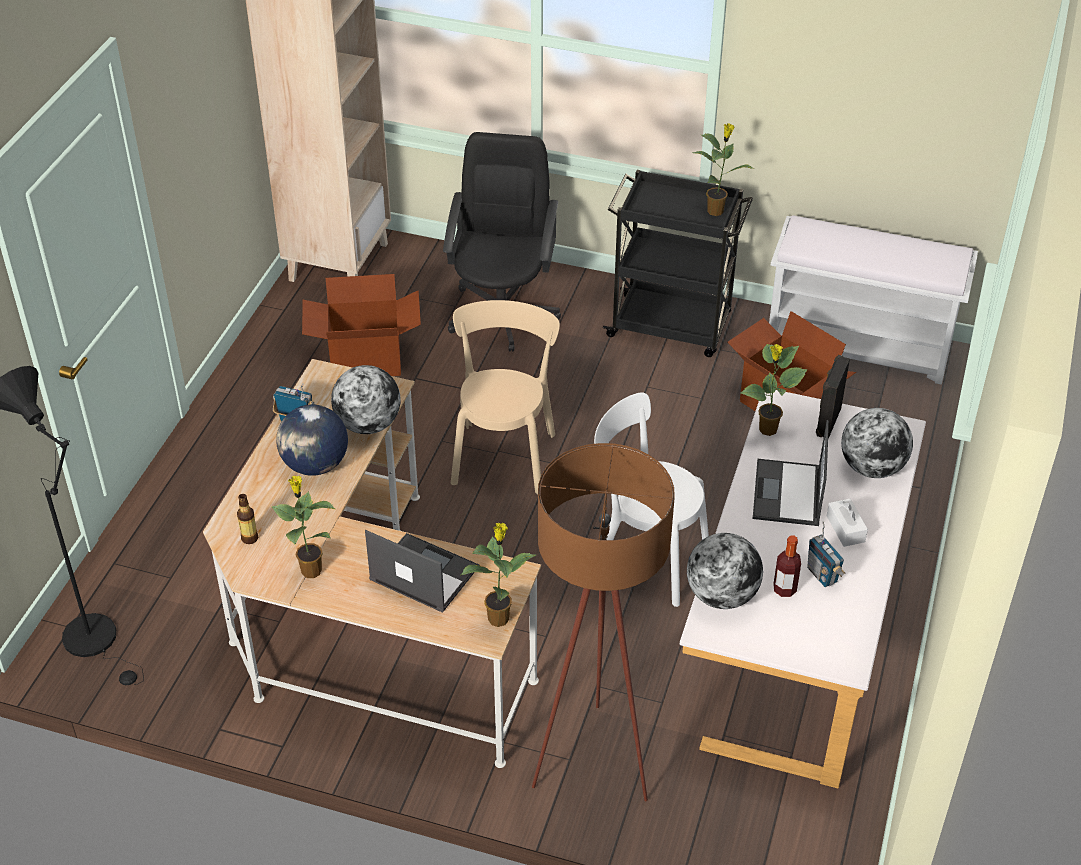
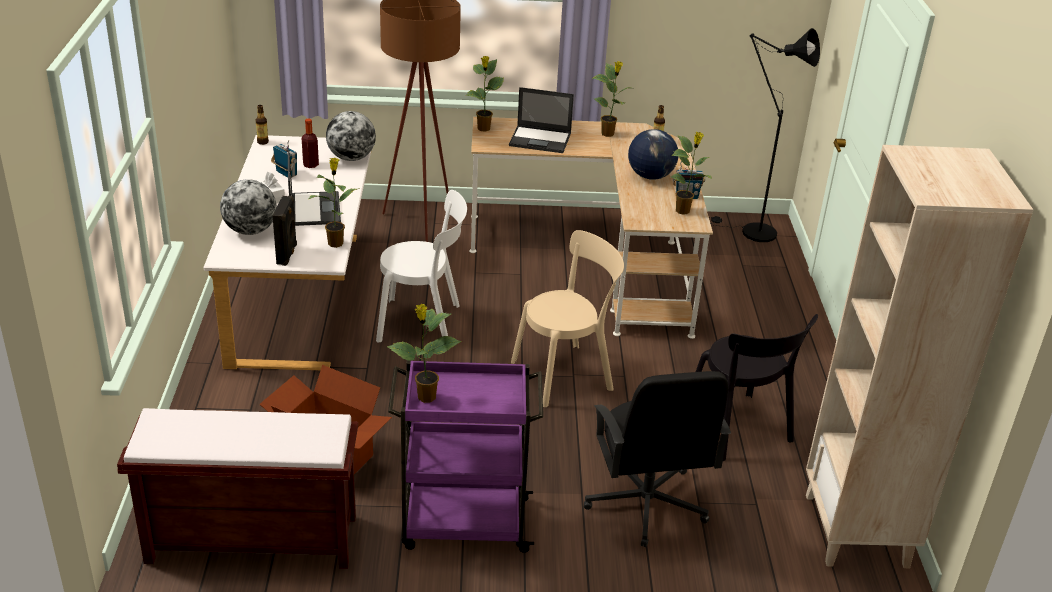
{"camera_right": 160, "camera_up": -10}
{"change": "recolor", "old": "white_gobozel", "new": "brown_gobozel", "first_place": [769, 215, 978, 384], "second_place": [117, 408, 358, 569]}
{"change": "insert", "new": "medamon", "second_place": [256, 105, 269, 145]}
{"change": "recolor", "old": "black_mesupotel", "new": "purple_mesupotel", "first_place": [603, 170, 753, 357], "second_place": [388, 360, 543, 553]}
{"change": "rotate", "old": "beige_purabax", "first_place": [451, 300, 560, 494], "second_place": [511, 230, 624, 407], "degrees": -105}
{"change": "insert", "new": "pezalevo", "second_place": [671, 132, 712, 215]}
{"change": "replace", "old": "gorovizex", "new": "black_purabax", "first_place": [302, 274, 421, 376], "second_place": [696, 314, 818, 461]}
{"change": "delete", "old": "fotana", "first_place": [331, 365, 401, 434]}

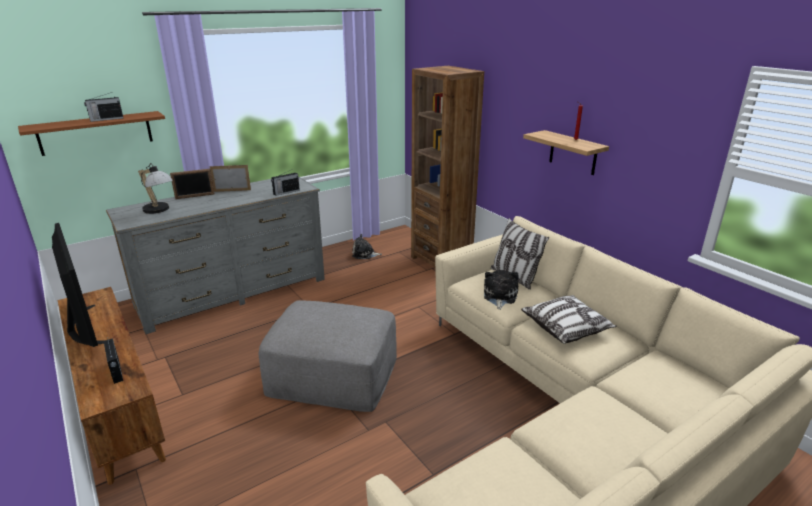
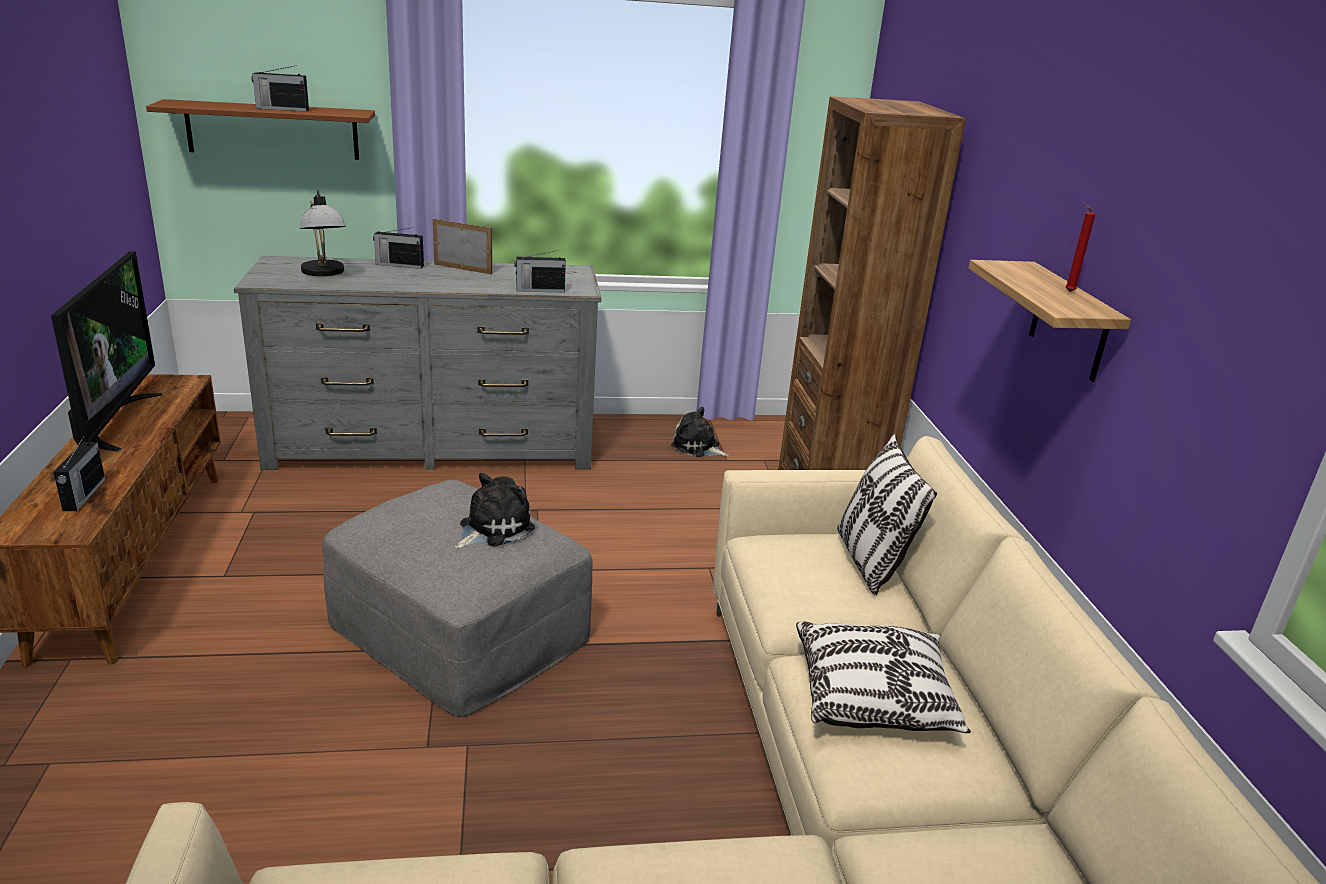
{"camera_right": 25, "camera_up": 0}
{"change": "replace", "old": "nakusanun", "new": "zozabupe", "first_place": [170, 169, 215, 199], "second_place": [373, 227, 424, 269]}
{"change": "move", "old": "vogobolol", "first_place": [484, 270, 519, 310], "second_place": [455, 473, 535, 549]}

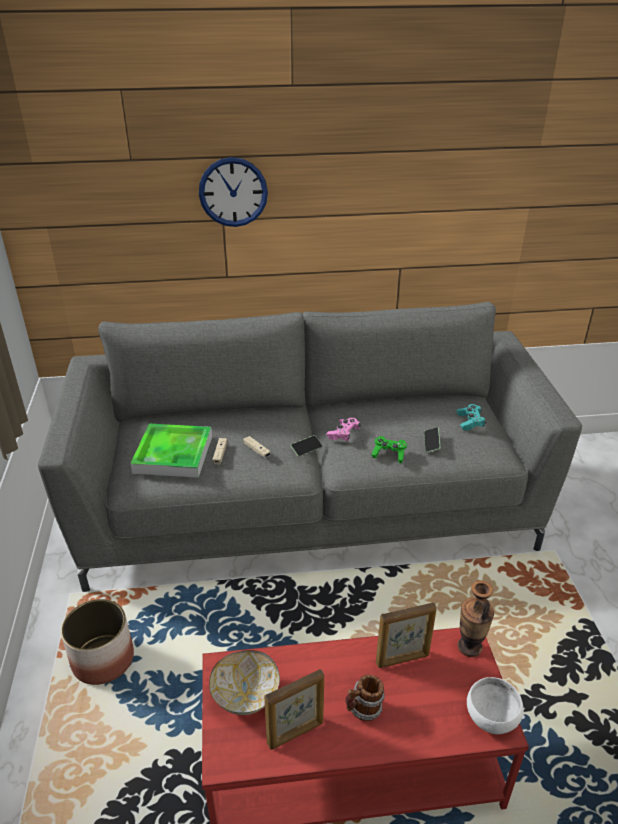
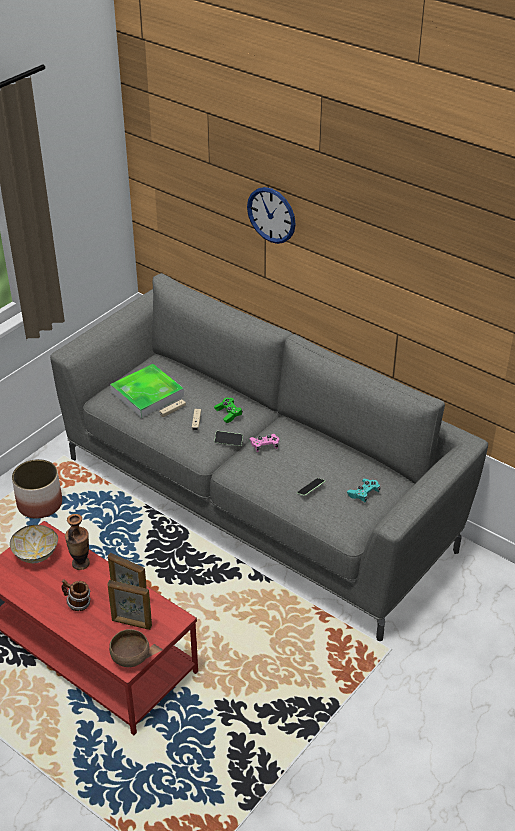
{"camera_right": 45, "camera_up": 5}
{"change": "move", "old": "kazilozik", "first_place": [457, 581, 494, 657], "second_place": [65, 514, 90, 570]}
{"change": "move", "old": "nakusanun", "first_place": [264, 669, 324, 750], "second_place": [107, 580, 152, 630]}
{"change": "recolor", "old": "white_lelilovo", "new": "brown_lelilovo", "first_place": [467, 677, 524, 734], "second_place": [109, 629, 149, 667]}
{"change": "move", "old": "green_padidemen", "first_place": [372, 436, 407, 463], "second_place": [214, 398, 243, 423]}

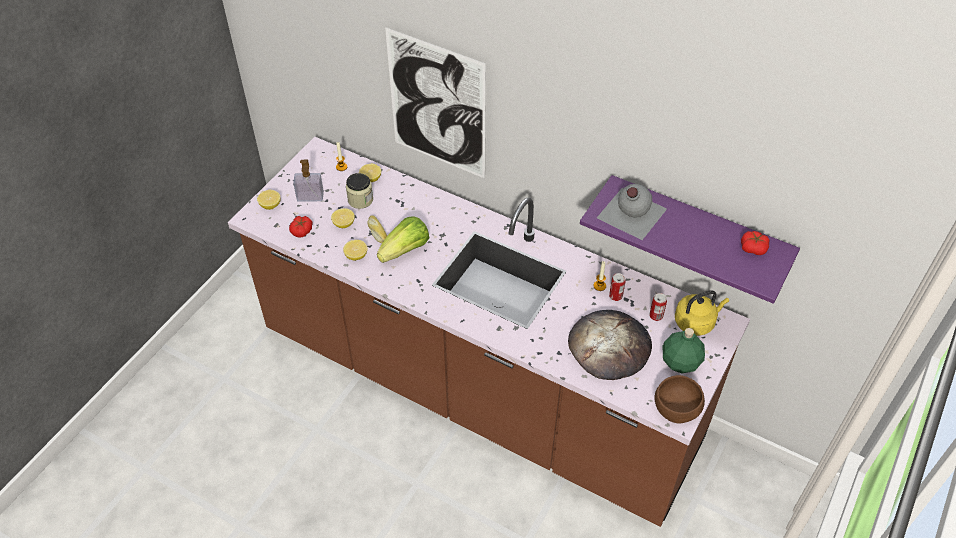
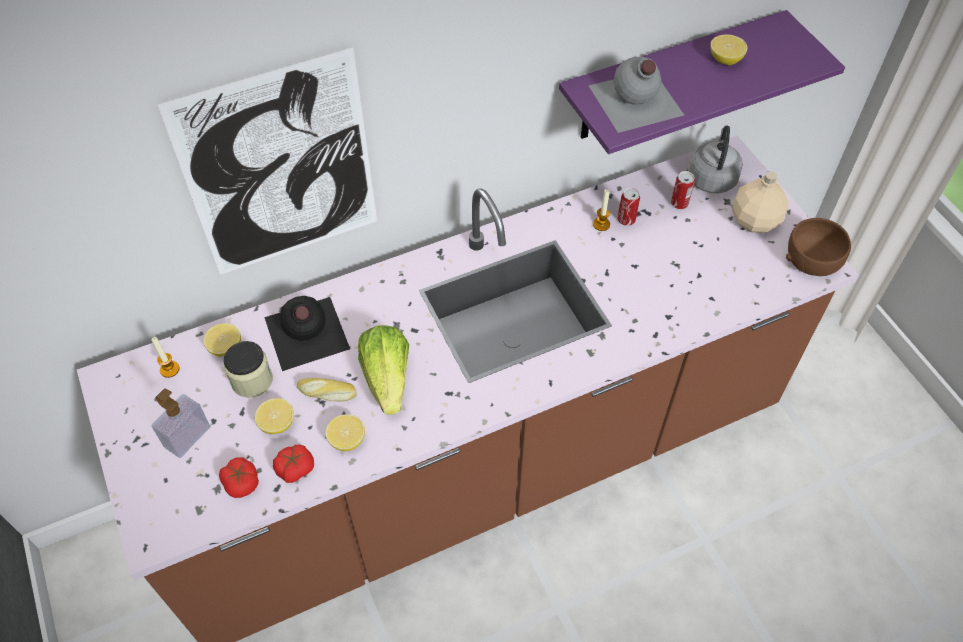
{"camera_right": -55, "camera_up": 5}
{"change": "insert", "new": "black_medamon", "second_place": [264, 296, 350, 371]}
{"change": "move", "old": "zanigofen", "first_place": [741, 231, 770, 255], "second_place": [273, 444, 314, 483]}
{"change": "recolor", "old": "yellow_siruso", "new": "grey_siruso", "first_place": [675, 290, 729, 336], "second_place": [688, 126, 743, 193]}
{"change": "move", "old": "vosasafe", "first_place": [257, 190, 281, 210], "second_place": [710, 34, 748, 65]}
{"change": "recolor", "old": "green_medamon", "new": "beige_medamon", "first_place": [663, 328, 705, 373], "second_place": [732, 171, 789, 233]}
{"change": "delete", "old": "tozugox", "first_place": [568, 310, 652, 380]}

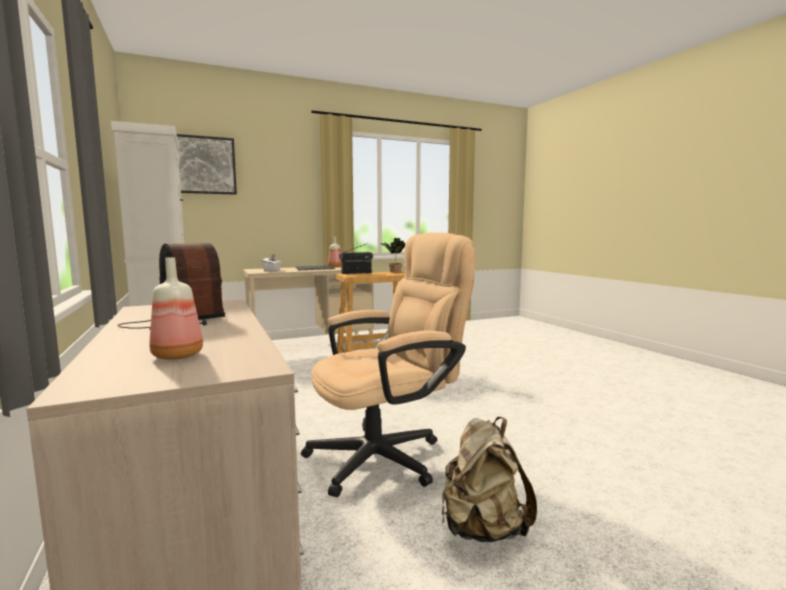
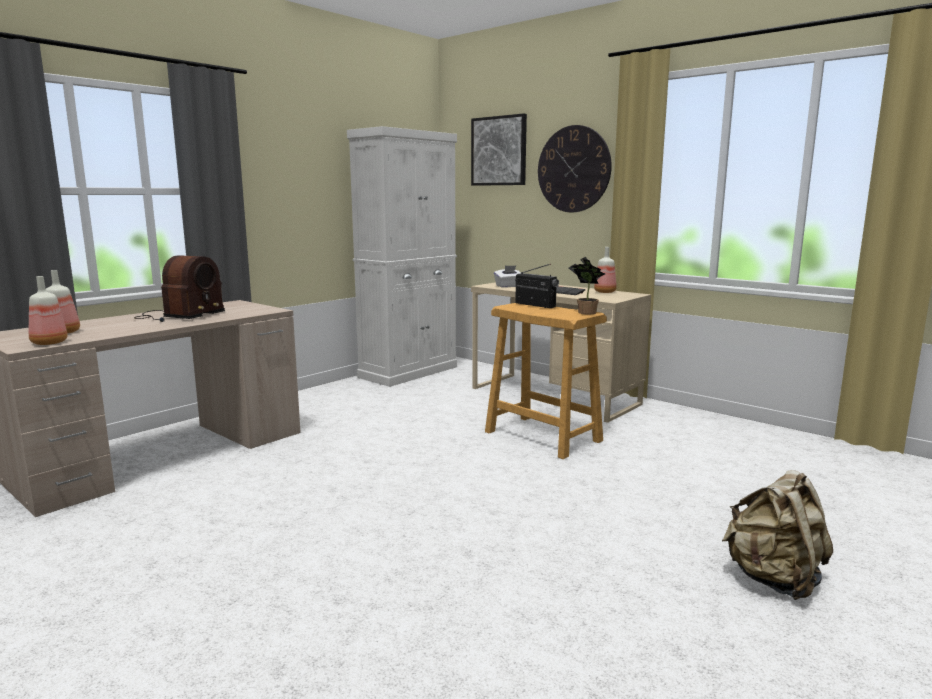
{"camera_right": 65, "camera_up": 5}
{"change": "insert", "new": "medamon", "second_place": [29, 276, 68, 345]}
{"change": "insert", "new": "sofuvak", "second_place": [538, 125, 612, 212]}
{"change": "move", "old": "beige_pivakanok", "first_place": [442, 417, 537, 542], "second_place": [722, 470, 833, 600]}
{"change": "delete", "old": "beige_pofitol", "first_place": [301, 232, 475, 497]}

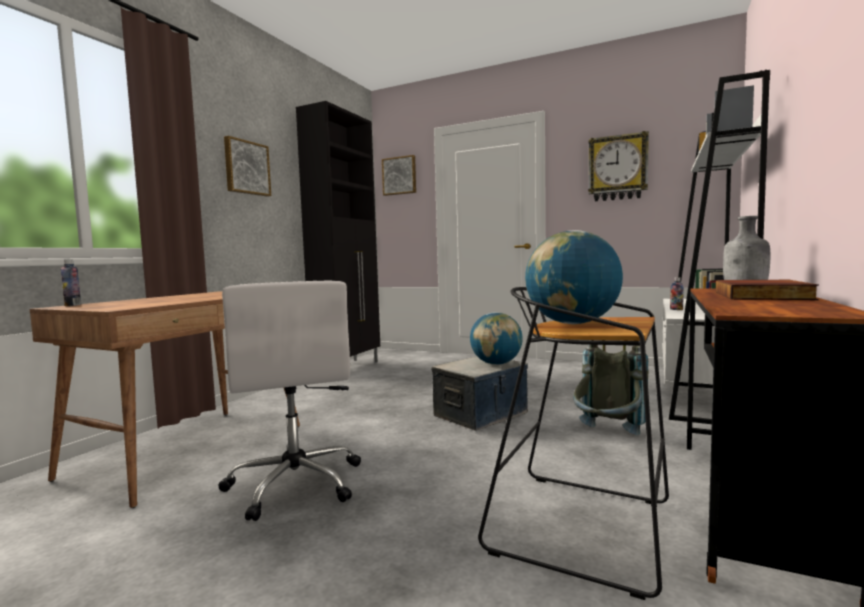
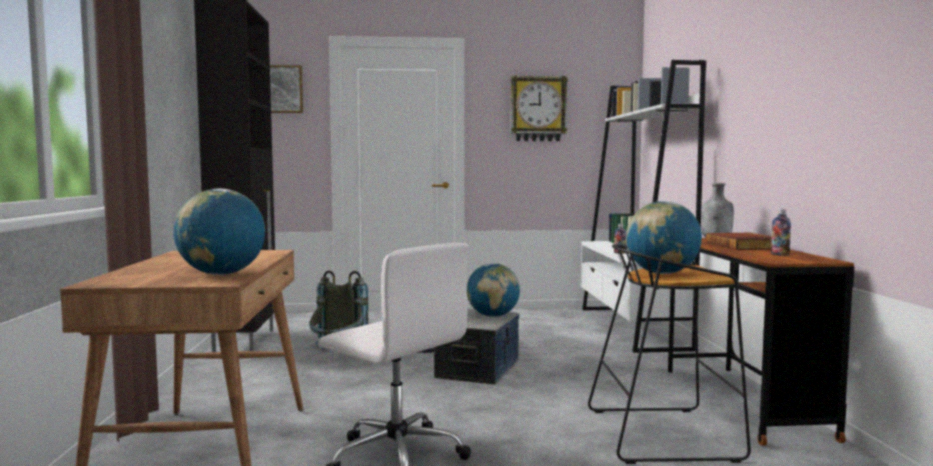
{"camera_right": -30, "camera_up": 0}
{"change": "insert", "new": "fotana", "second_place": [173, 189, 265, 275]}
{"change": "move", "old": "grey_pivakanok", "first_place": [573, 340, 649, 435], "second_place": [310, 270, 368, 350]}
{"change": "move", "old": "medamon", "first_place": [61, 259, 81, 306], "second_place": [771, 209, 791, 256]}
{"change": "delete", "old": "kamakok", "first_place": [224, 136, 271, 197]}

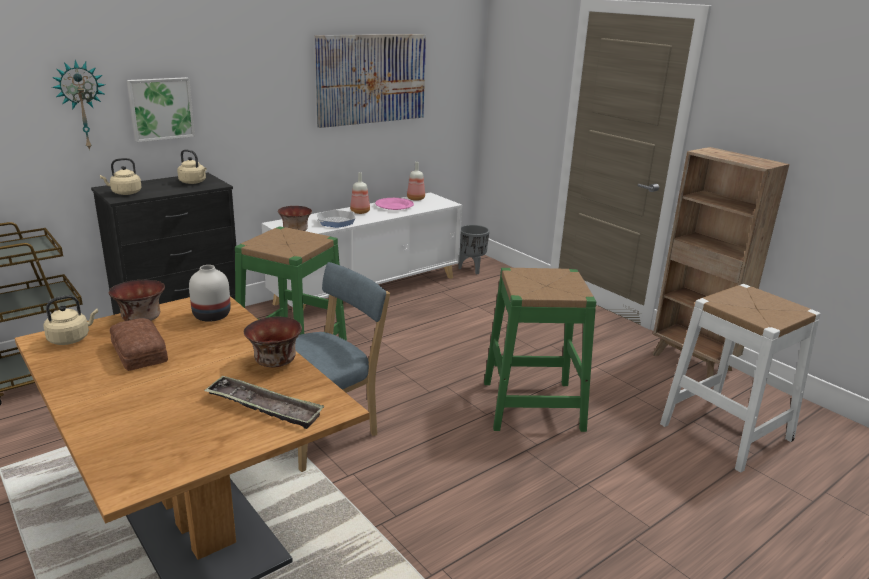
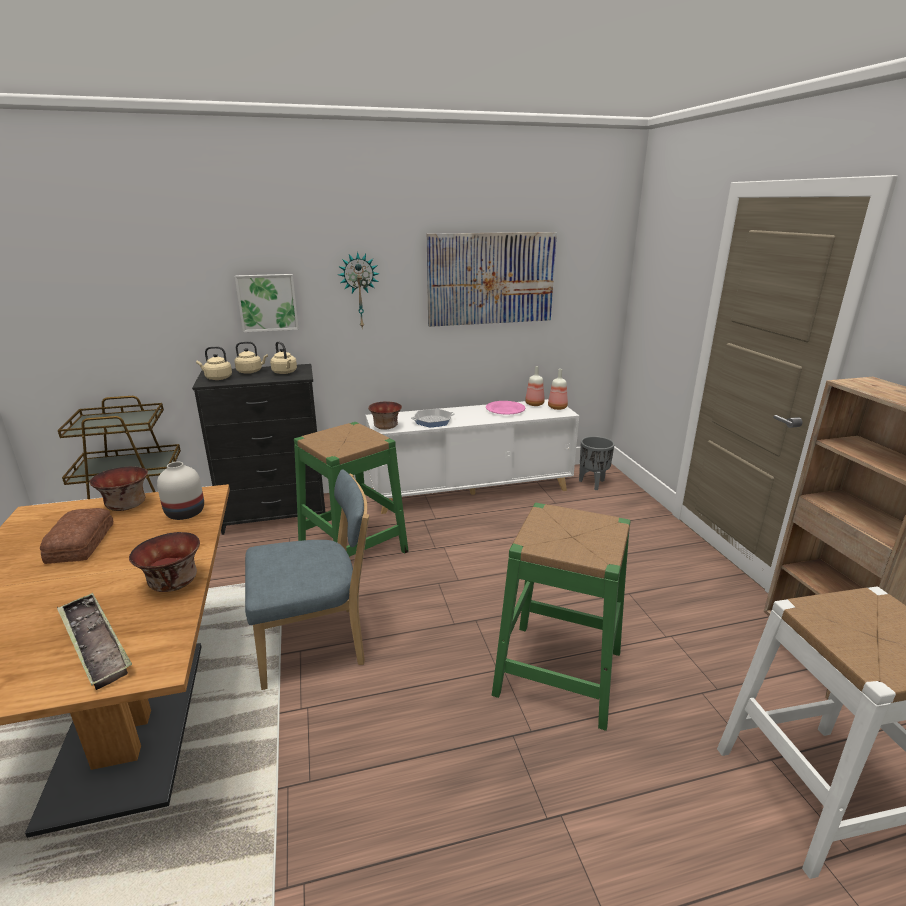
{"camera_right": 25, "camera_up": 0}
{"change": "move", "old": "beige_siruso", "first_place": [43, 295, 98, 345], "second_place": [234, 341, 268, 374]}
{"change": "move", "old": "sofuvak", "first_place": [52, 60, 105, 151], "second_place": [338, 252, 379, 328]}
{"change": "move", "old": "medamon", "first_place": [350, 172, 370, 214], "second_place": [548, 369, 568, 410]}

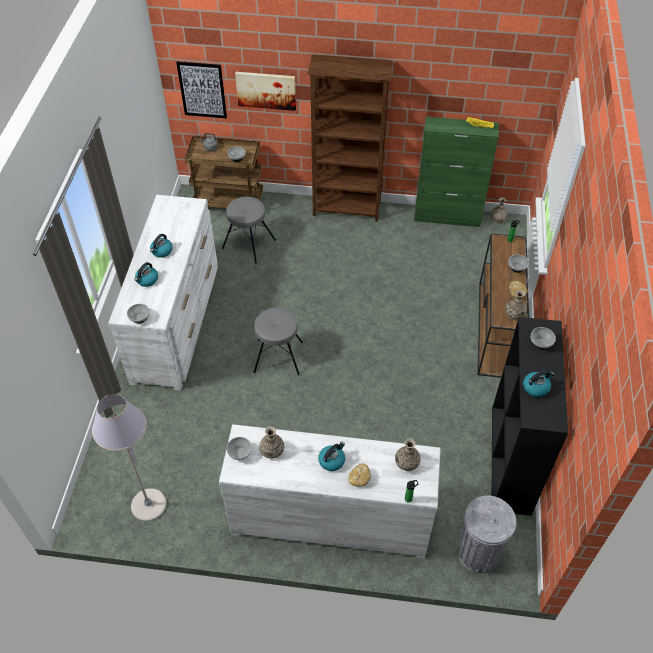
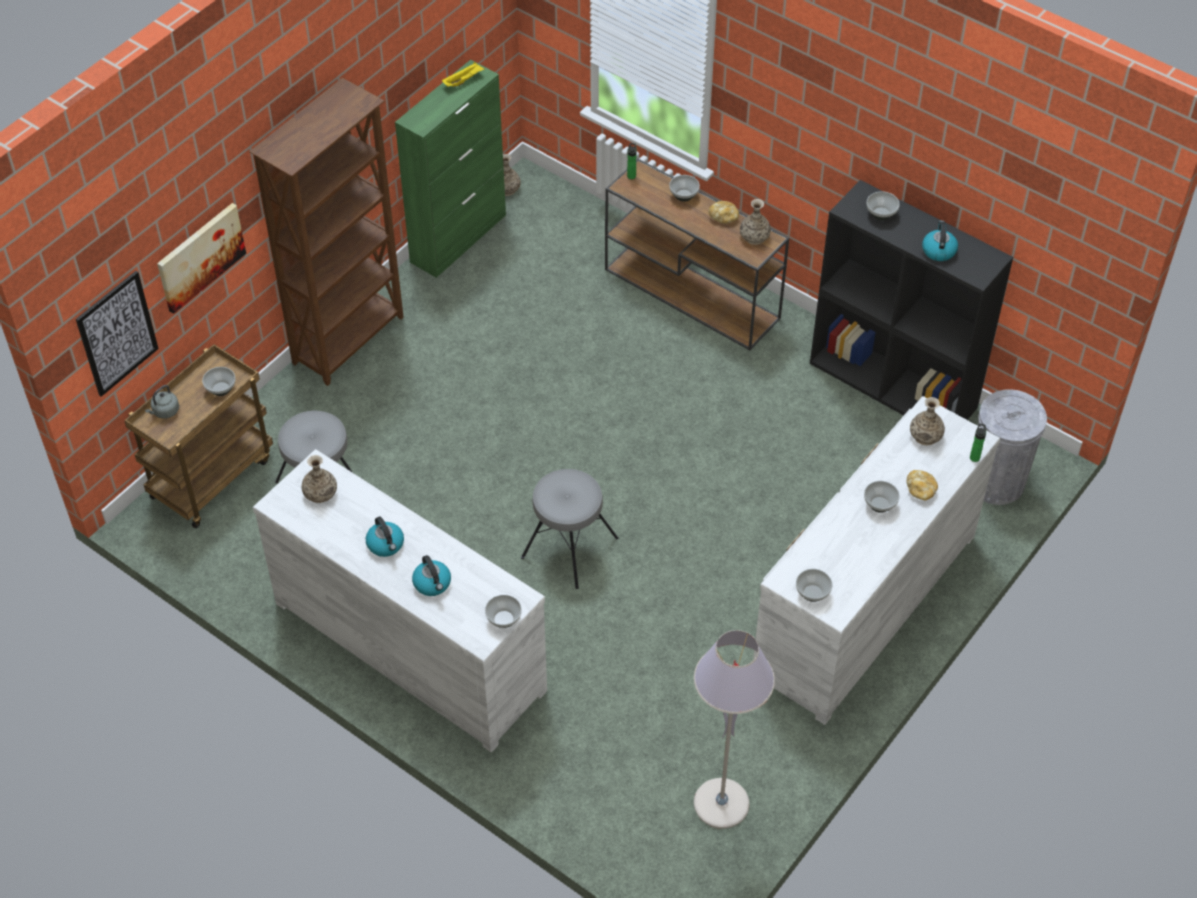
{"camera_right": -60, "camera_up": 0}
{"change": "move", "old": "kazilozik", "first_place": [259, 426, 284, 459], "second_place": [302, 455, 337, 503]}
{"change": "replace", "old": "siruso", "new": "lelilovo", "first_place": [318, 442, 345, 471], "second_place": [864, 481, 900, 513]}

